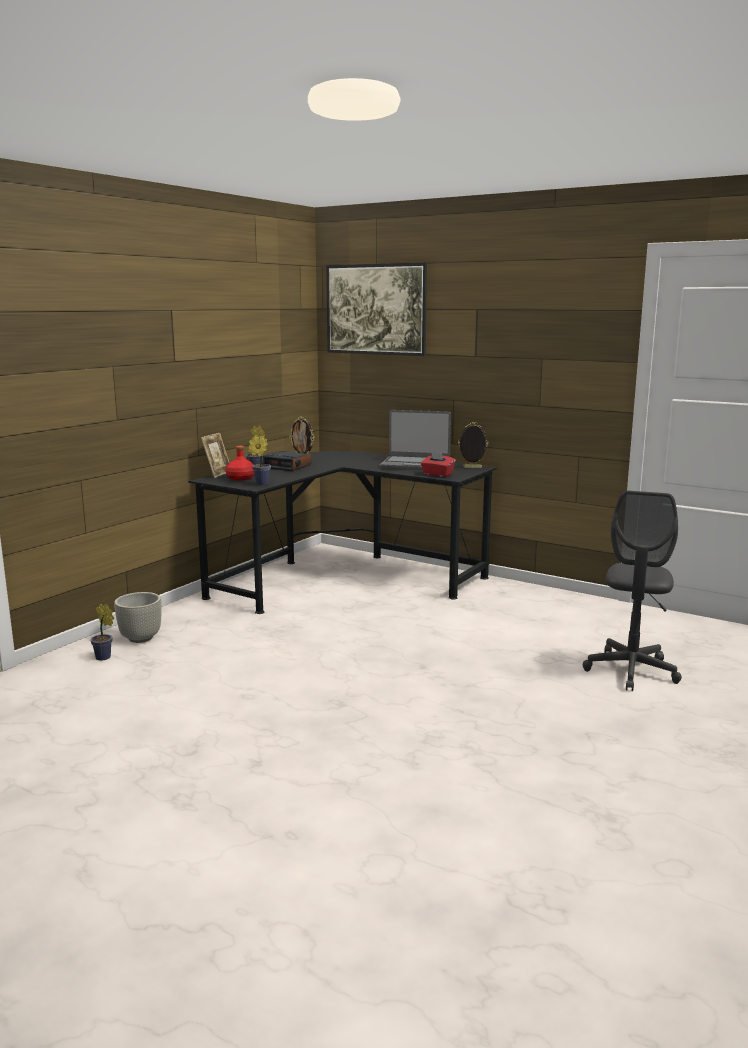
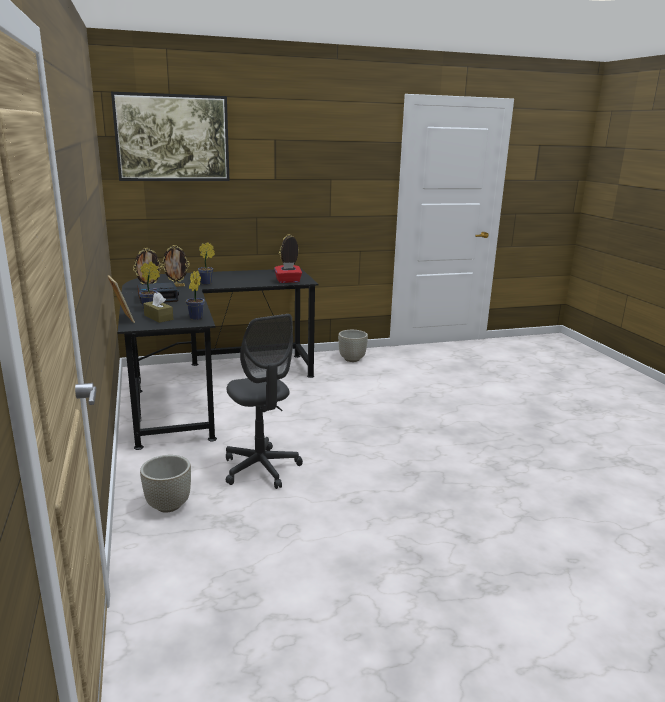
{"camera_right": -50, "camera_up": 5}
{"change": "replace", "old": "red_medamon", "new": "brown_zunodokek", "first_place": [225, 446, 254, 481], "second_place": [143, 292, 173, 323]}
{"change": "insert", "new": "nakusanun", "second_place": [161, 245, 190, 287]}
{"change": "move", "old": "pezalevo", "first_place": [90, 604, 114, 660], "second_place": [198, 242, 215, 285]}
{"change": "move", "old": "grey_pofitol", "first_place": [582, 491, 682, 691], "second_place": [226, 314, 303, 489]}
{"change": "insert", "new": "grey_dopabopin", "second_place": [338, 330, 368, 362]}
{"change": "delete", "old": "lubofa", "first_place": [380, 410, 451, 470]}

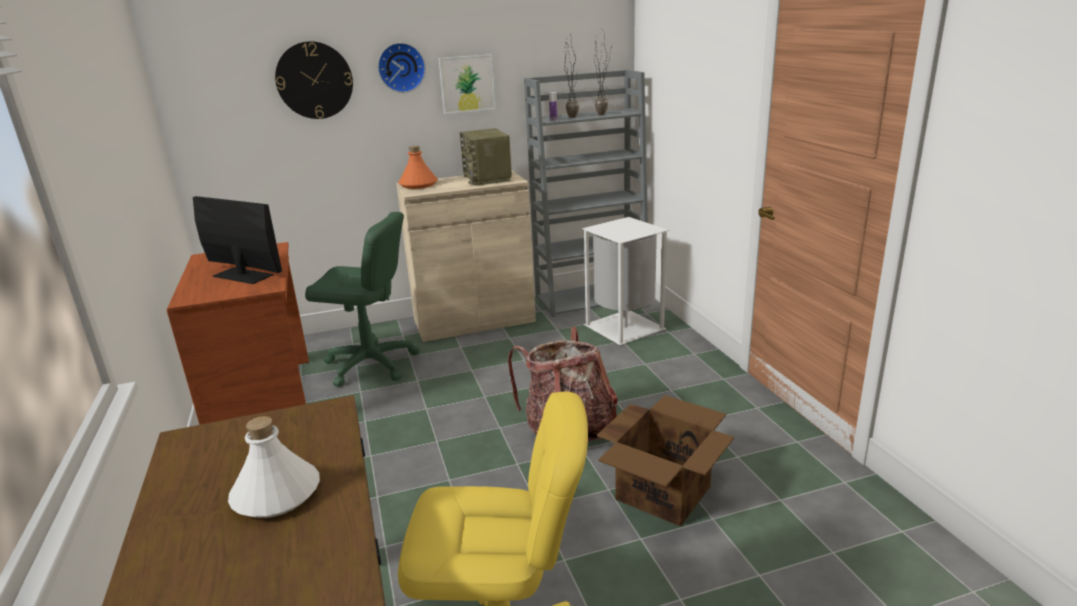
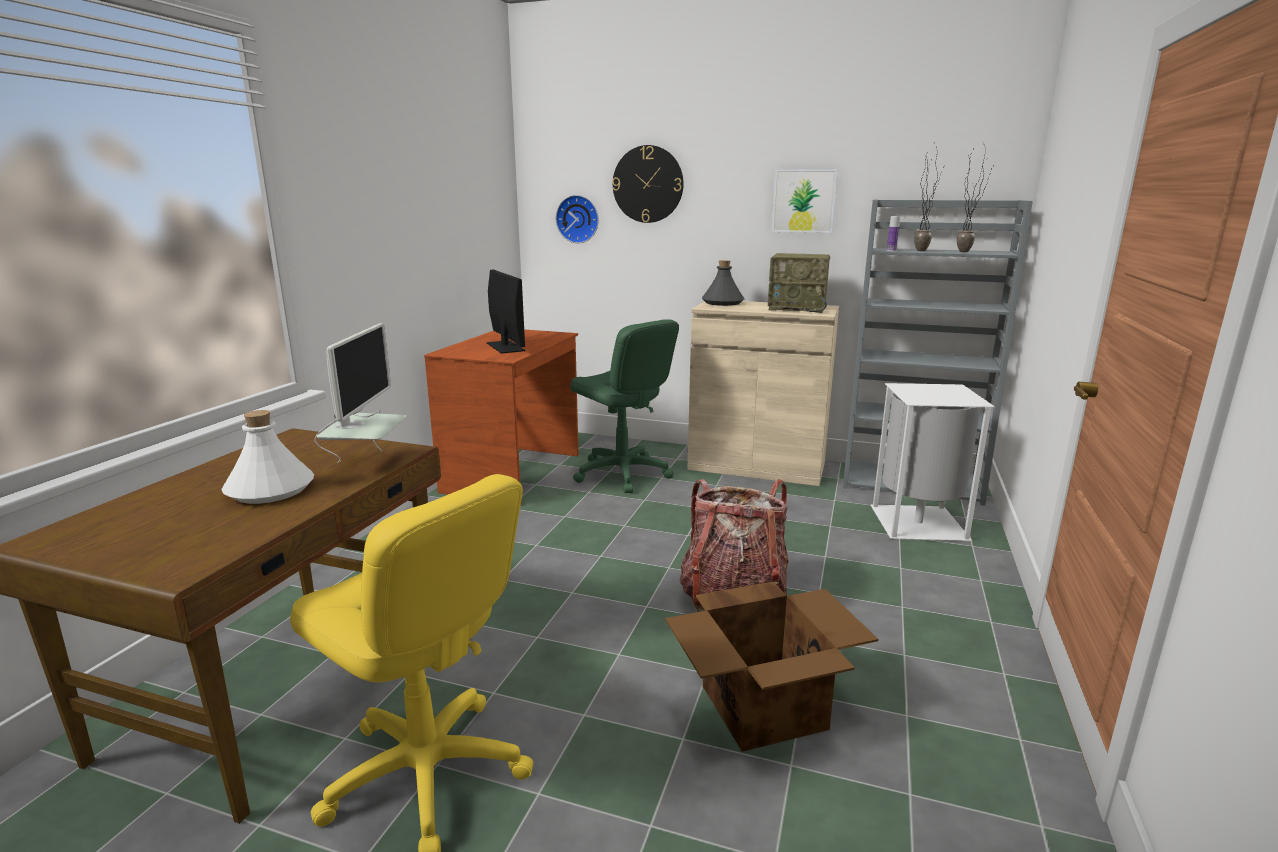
{"camera_right": 35, "camera_up": -5}
{"change": "insert", "new": "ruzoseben", "second_place": [315, 323, 407, 463]}
{"change": "move", "old": "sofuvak", "first_place": [378, 43, 426, 93], "second_place": [556, 195, 599, 243]}
{"change": "recolor", "old": "orange_medamon", "new": "grey_medamon", "first_place": [398, 146, 438, 189], "second_place": [702, 260, 744, 306]}
{"change": "rotate", "old": "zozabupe", "first_place": [460, 128, 512, 186], "second_place": [768, 253, 830, 313], "degrees": -90}

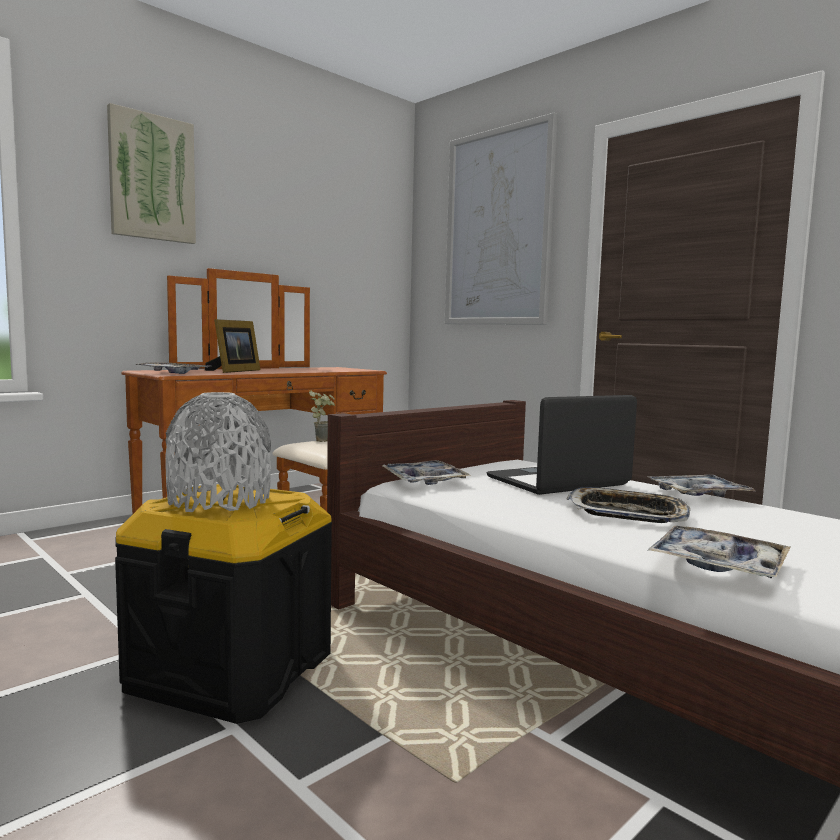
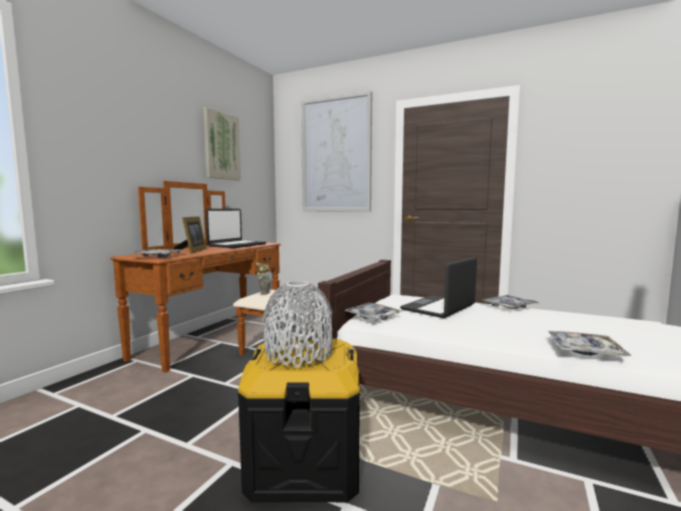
{"camera_right": -20, "camera_up": 0}
{"change": "move", "old": "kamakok", "first_place": [107, 103, 196, 244], "second_place": [203, 107, 241, 180]}
{"change": "insert", "new": "lubofa", "second_place": [206, 209, 266, 248]}
{"change": "delete", "old": "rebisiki", "first_place": [566, 487, 690, 523]}

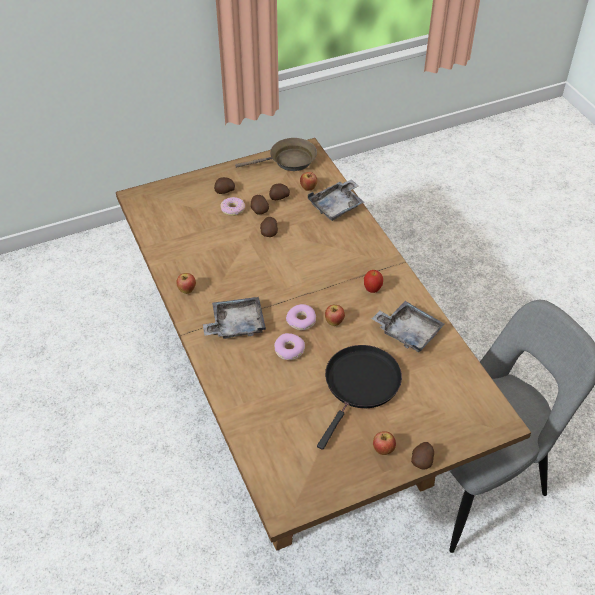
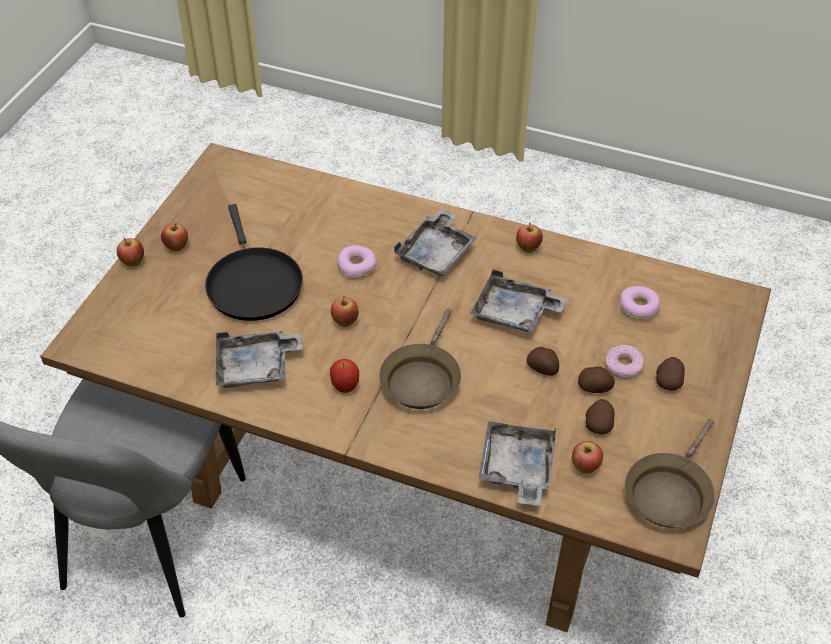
{"camera_right": 135, "camera_up": 0}
{"change": "replace", "old": "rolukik", "new": "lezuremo", "first_place": [411, 442, 434, 470], "second_place": [117, 238, 144, 267]}
{"change": "insert", "new": "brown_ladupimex", "second_place": [379, 308, 461, 409]}
{"change": "insert", "new": "grey_rebisiki", "second_place": [470, 269, 567, 332]}
{"change": "move", "old": "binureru", "first_place": [286, 304, 316, 330], "second_place": [620, 286, 661, 320]}

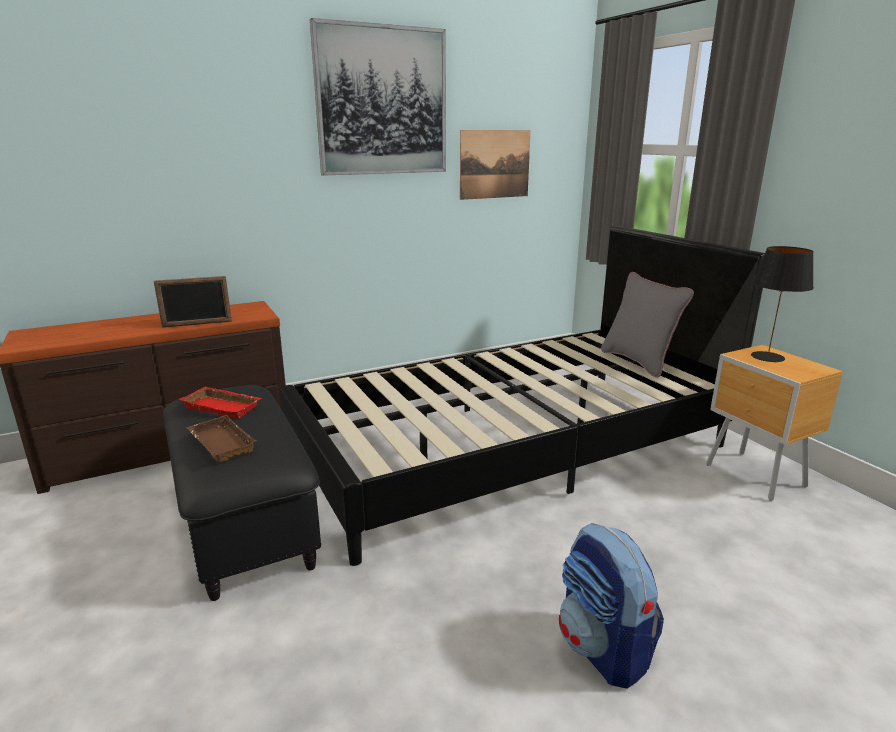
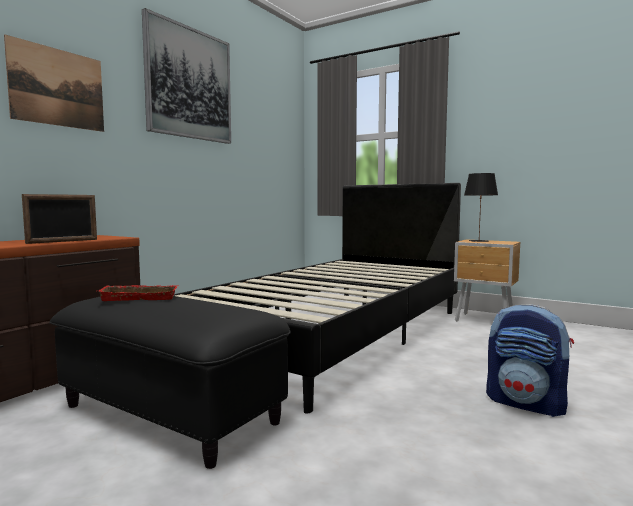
{"camera_right": -30, "camera_up": -15}
{"change": "move", "old": "kamakok", "first_place": [460, 130, 531, 200], "second_place": [4, 34, 104, 132]}
{"change": "delete", "old": "brown_rebisiki", "first_place": [186, 415, 257, 462]}
{"change": "delete", "old": "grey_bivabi", "first_place": [601, 272, 694, 378]}

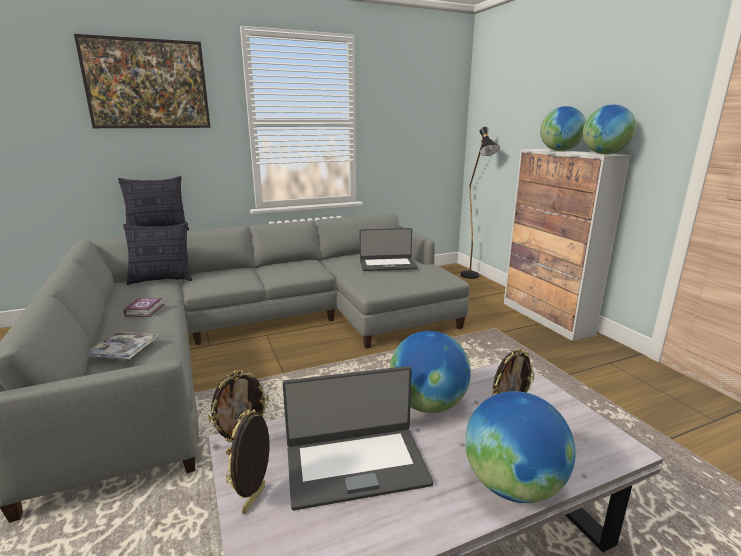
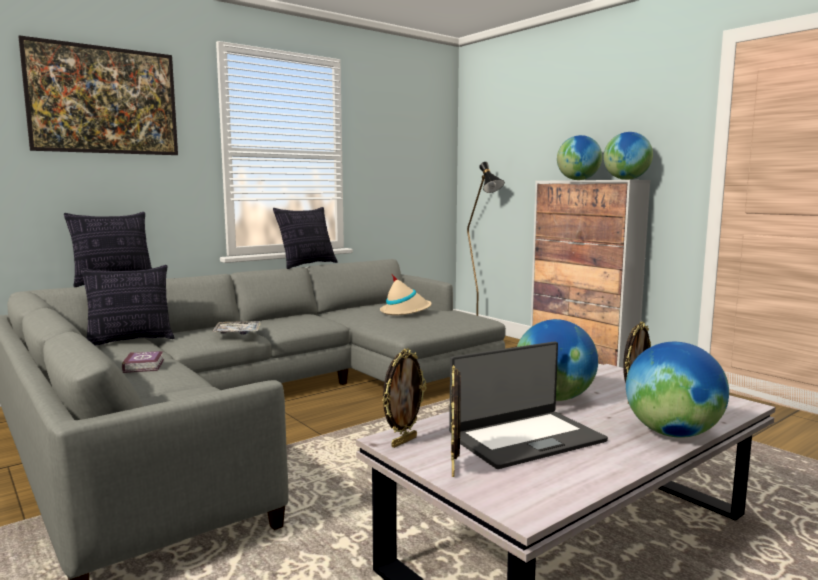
{"camera_right": -15, "camera_up": -10}
{"change": "move", "old": "rebisiki", "first_place": [88, 331, 159, 359], "second_place": [213, 321, 261, 335]}
{"change": "insert", "new": "bivabi", "second_place": [273, 207, 338, 269]}
{"change": "replace", "old": "lubofa", "new": "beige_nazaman", "first_place": [360, 228, 418, 271], "second_place": [380, 275, 432, 315]}

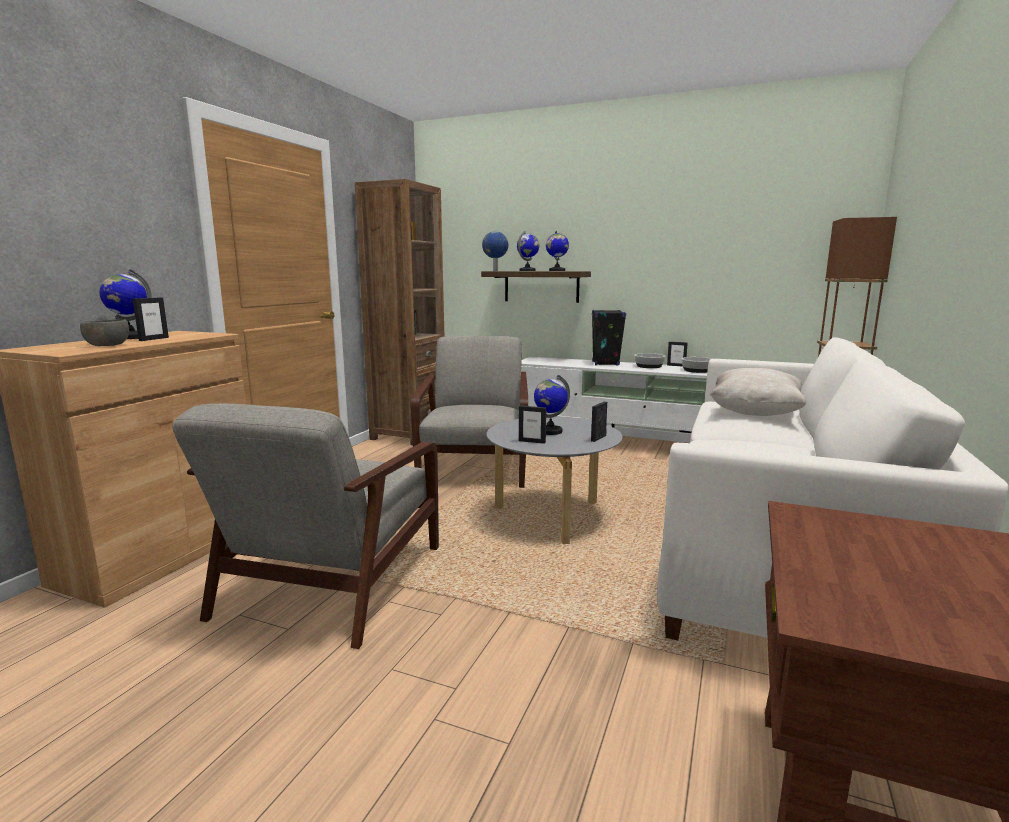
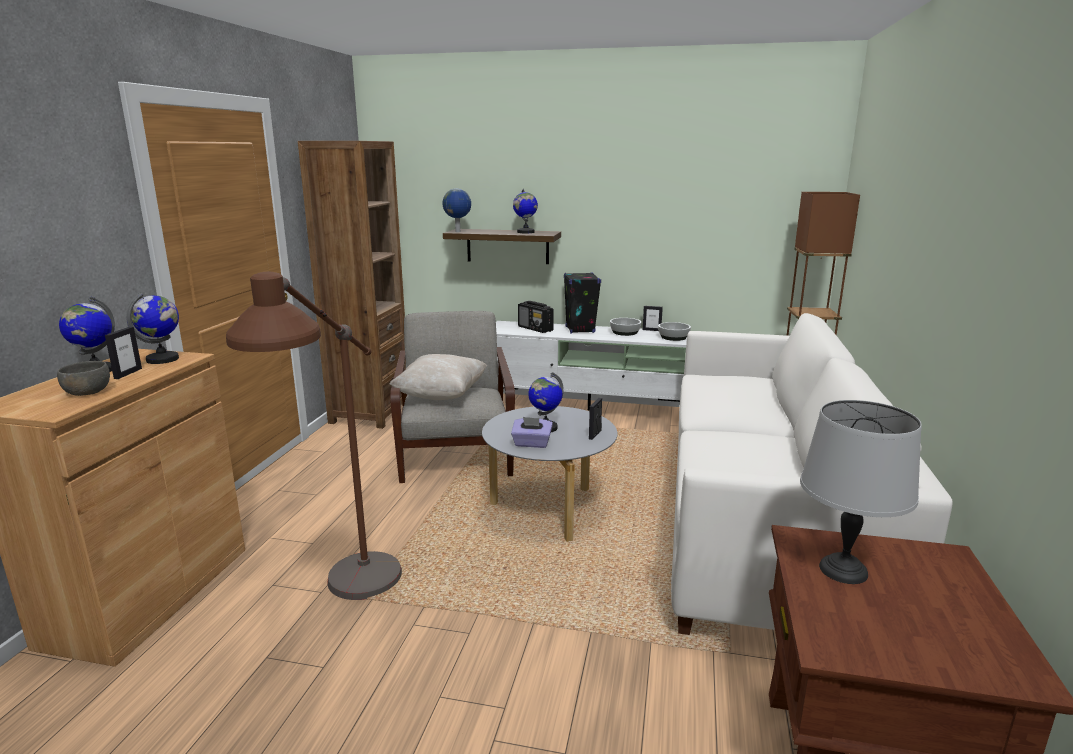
{"camera_right": -10, "camera_up": 5}
{"change": "move", "old": "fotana", "first_place": [517, 231, 539, 271], "second_place": [126, 292, 179, 364]}
{"change": "replace", "old": "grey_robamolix", "new": "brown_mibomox", "first_place": [173, 404, 439, 649], "second_place": [226, 272, 402, 600]}
{"change": "move", "old": "beige_bivabi", "first_place": [710, 368, 806, 416], "second_place": [390, 354, 487, 400]}
{"change": "replace", "old": "nakusanun", "new": "purple_zunodokek", "first_place": [519, 405, 546, 444], "second_place": [511, 417, 553, 448]}
{"change": "insert", "new": "zozabupe", "second_place": [518, 301, 554, 333]}
{"change": "insert", "new": "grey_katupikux", "second_place": [800, 400, 922, 584]}

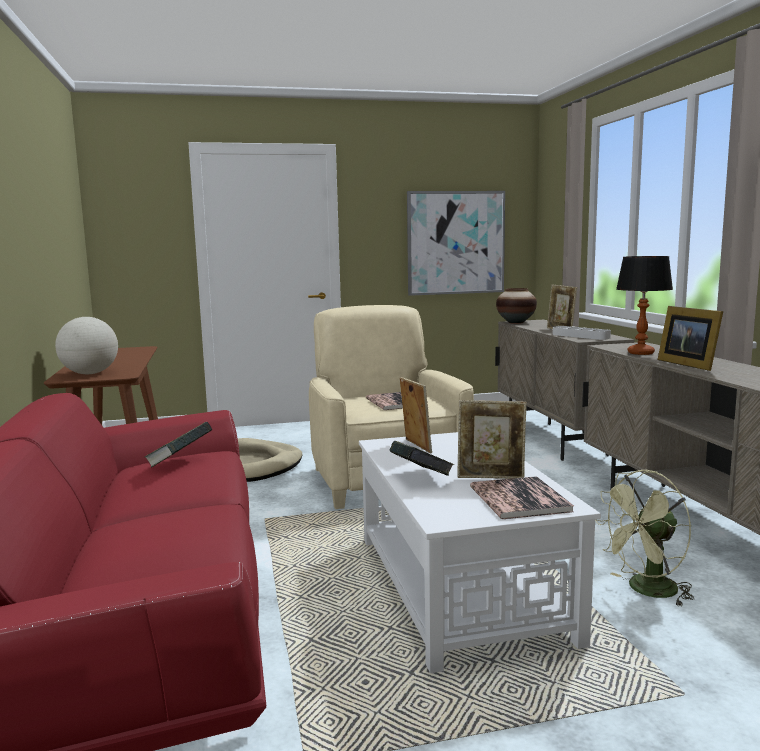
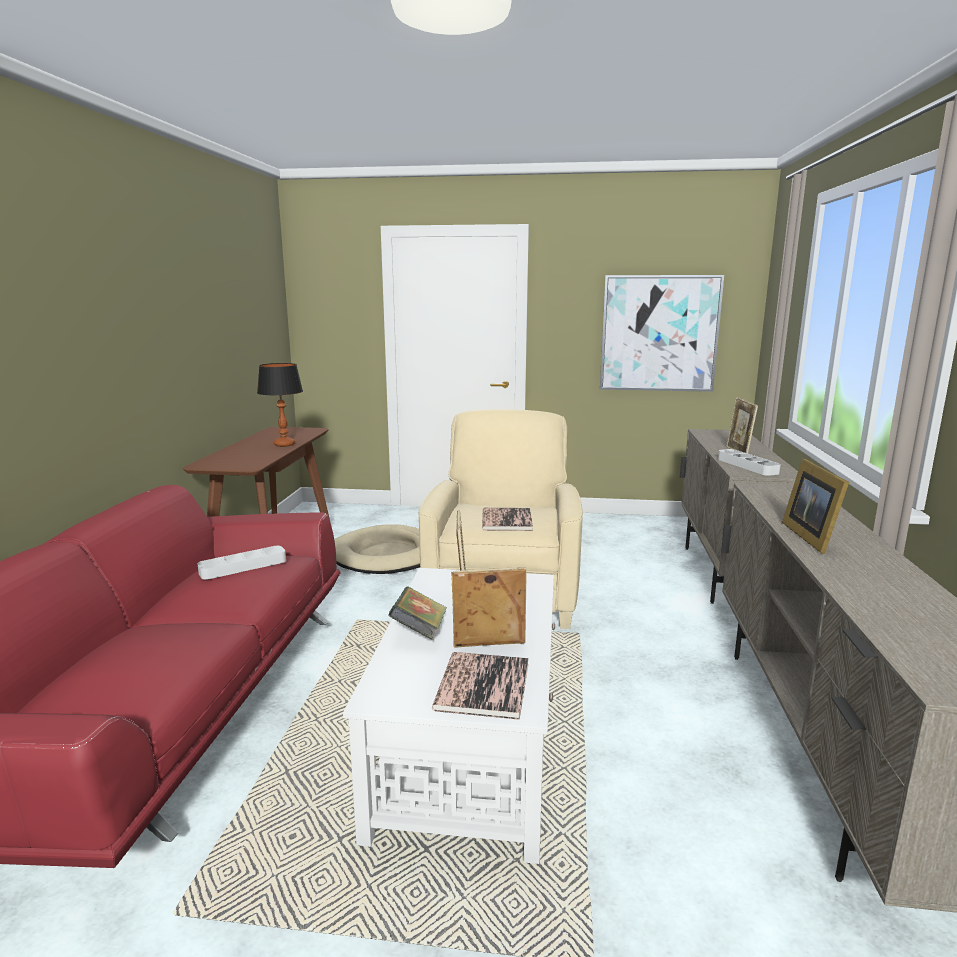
{"camera_right": 20, "camera_up": 5}
{"change": "replace", "old": "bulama", "new": "grey_rebisiki", "first_place": [144, 422, 212, 468], "second_place": [198, 546, 286, 580]}
{"change": "move", "old": "katupikux", "first_place": [616, 256, 673, 355], "second_place": [257, 363, 303, 447]}
{"change": "rotate", "old": "nakusanun", "first_place": [457, 400, 527, 479], "second_place": [451, 567, 527, 648], "degrees": 150}
{"change": "delete", "old": "fotana", "first_place": [55, 317, 118, 374]}
{"change": "delete", "old": "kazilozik", "first_place": [496, 288, 537, 324]}
{"change": "delete", "old": "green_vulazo", "first_place": [595, 470, 694, 607]}

